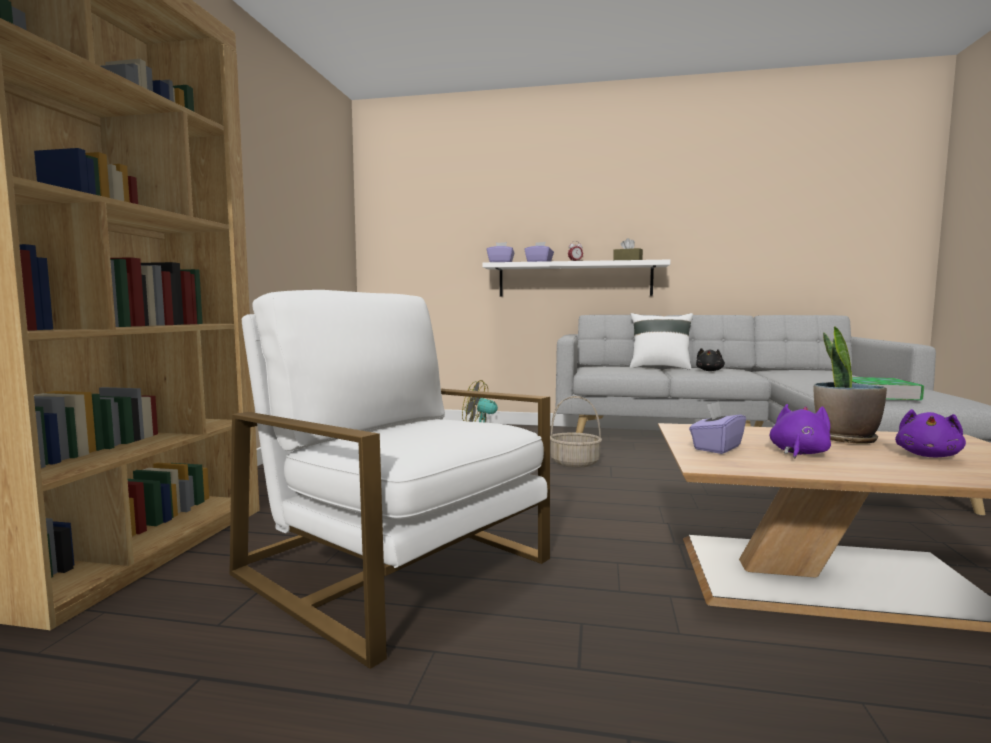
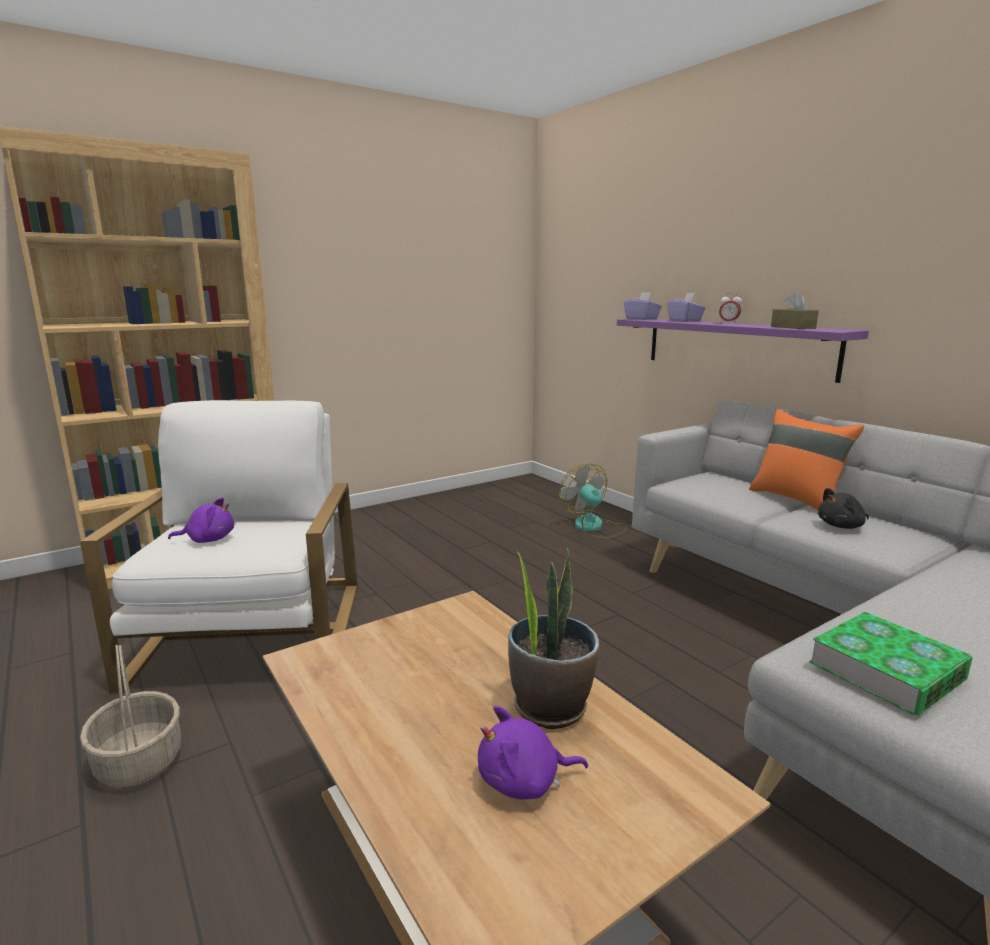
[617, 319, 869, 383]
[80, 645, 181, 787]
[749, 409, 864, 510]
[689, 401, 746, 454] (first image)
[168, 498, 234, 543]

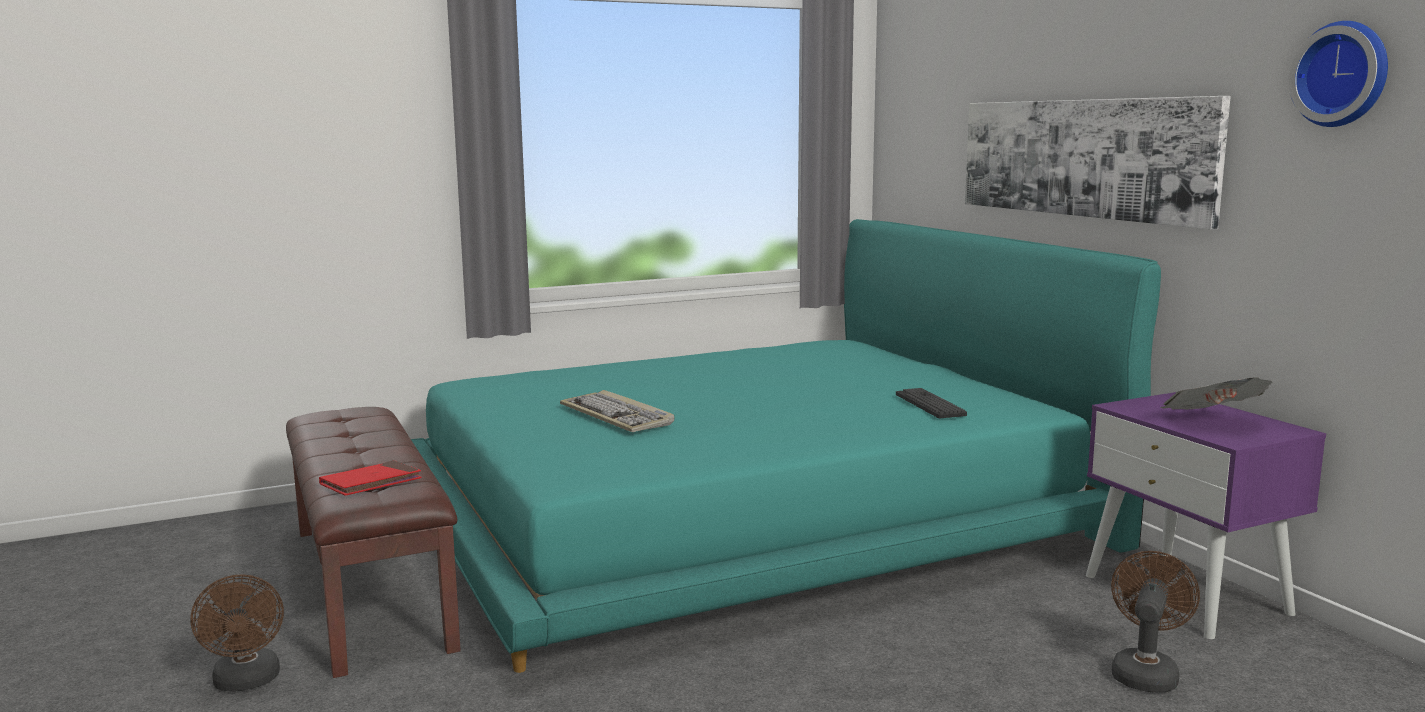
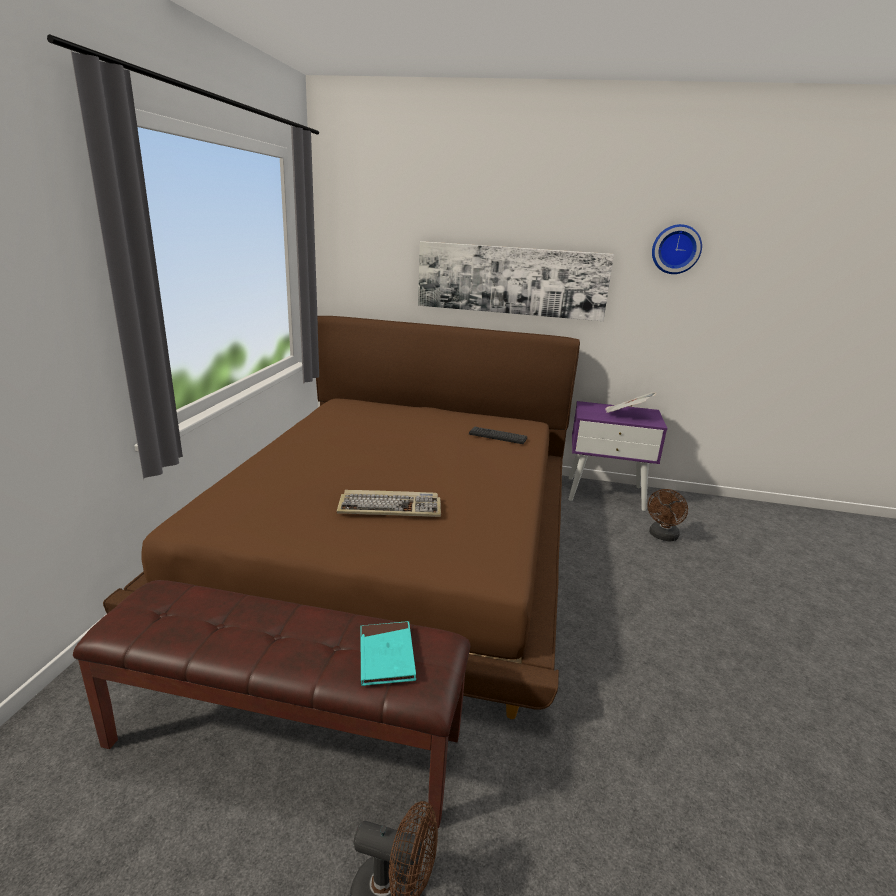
[360, 621, 416, 686]
[103, 316, 580, 719]
[647, 489, 688, 541]

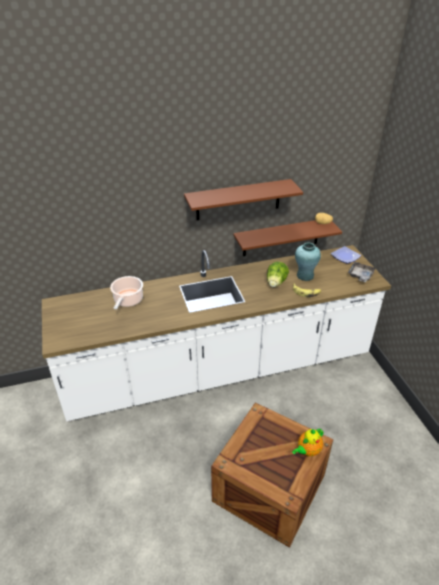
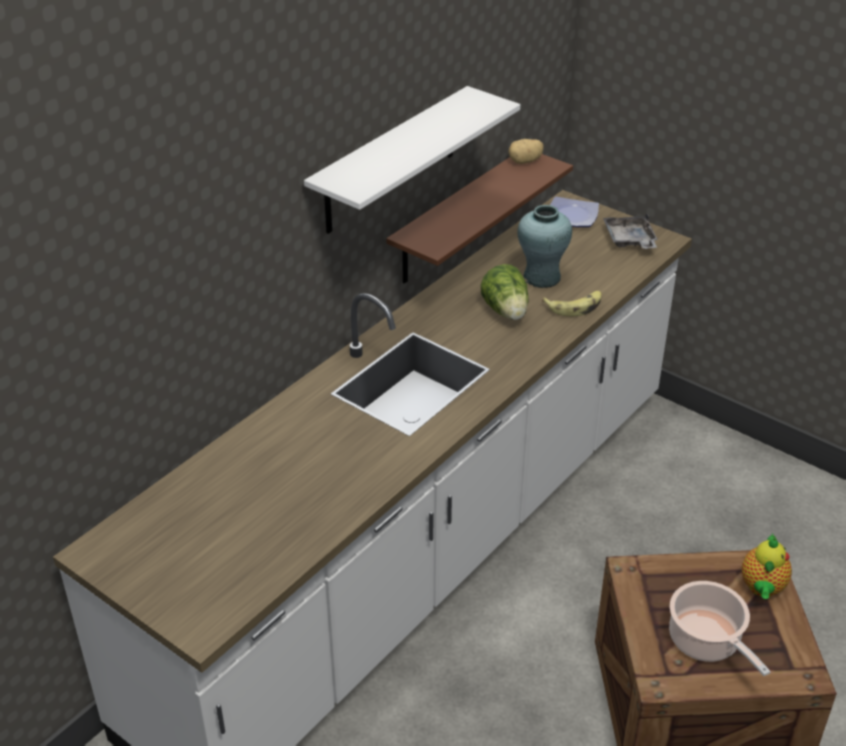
[669, 581, 770, 676]
[304, 86, 520, 234]

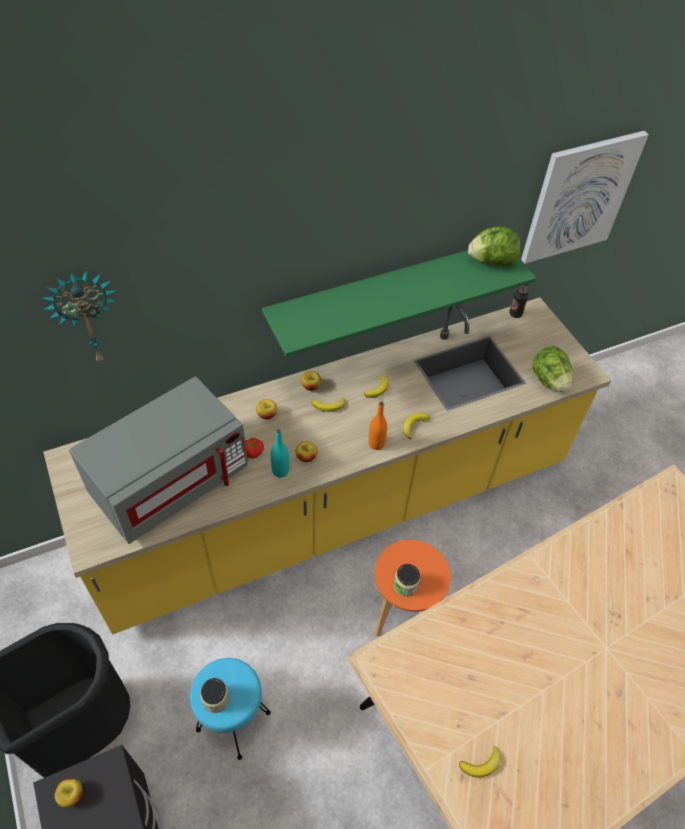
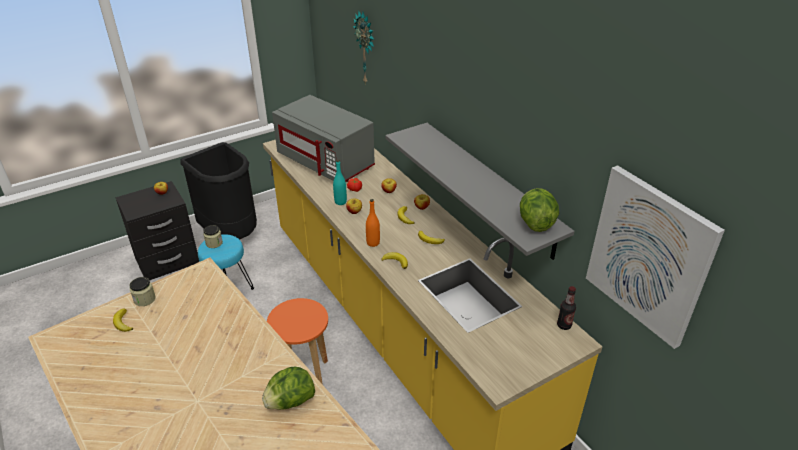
[385, 123, 575, 260]
[130, 277, 156, 306]
[262, 367, 315, 410]

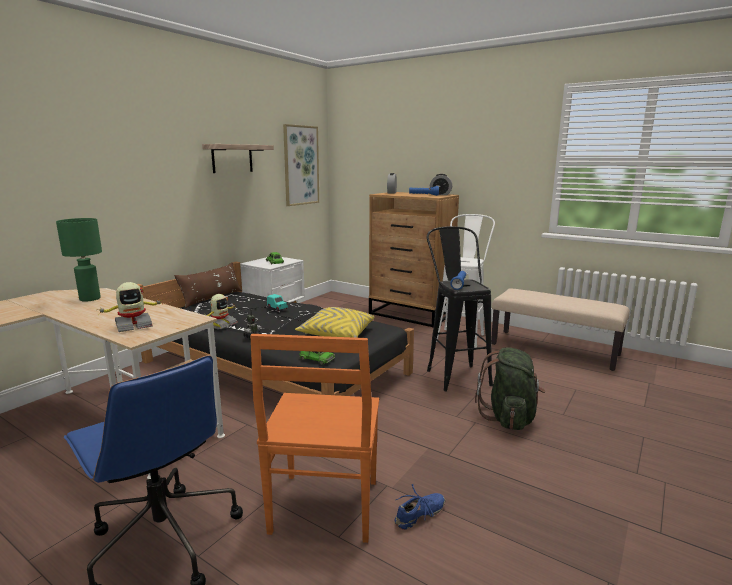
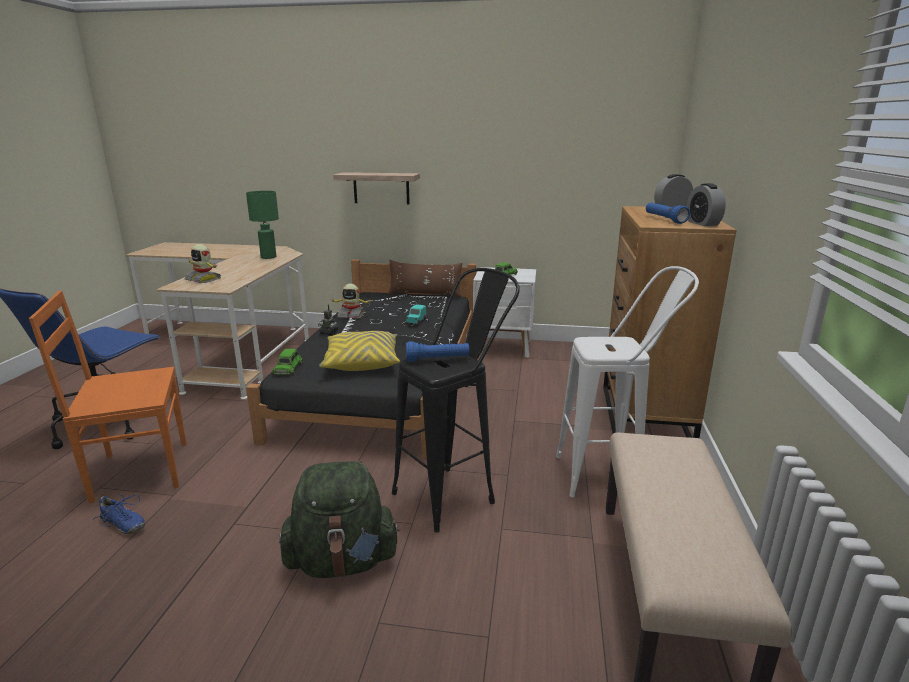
[333, 172, 420, 204]
[283, 124, 319, 206] (first image)

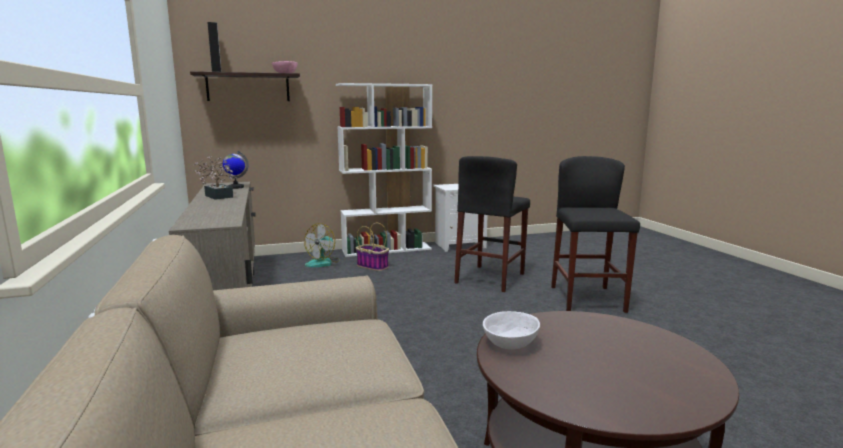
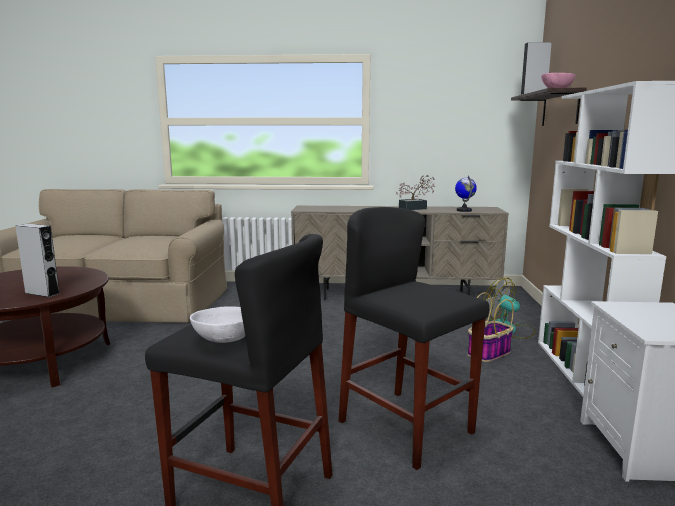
[190, 306, 245, 343]
[15, 224, 60, 297]

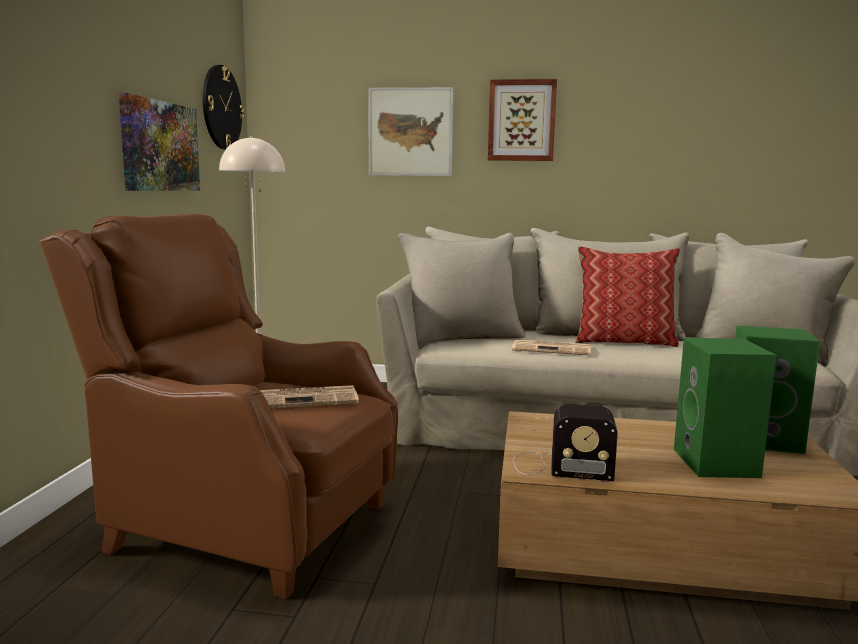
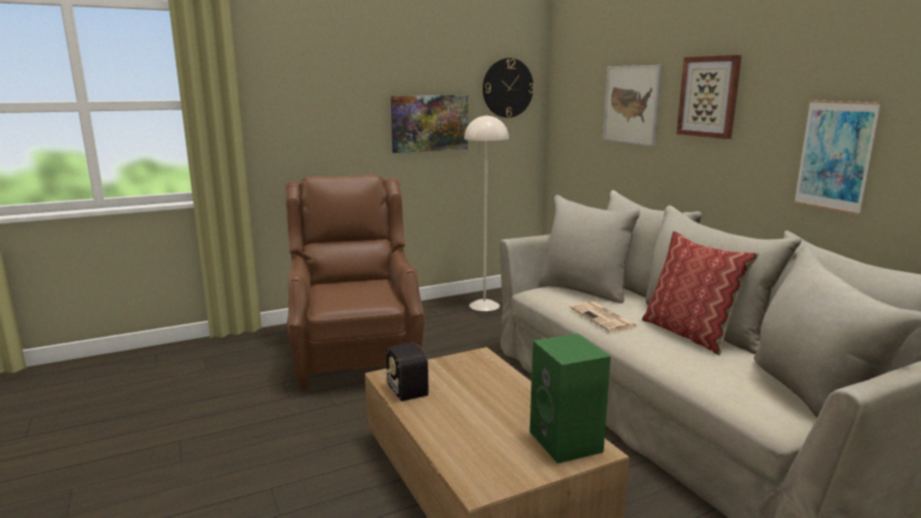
[260, 385, 359, 408] (first image)
[674, 338, 777, 478] (first image)
[794, 100, 881, 215]

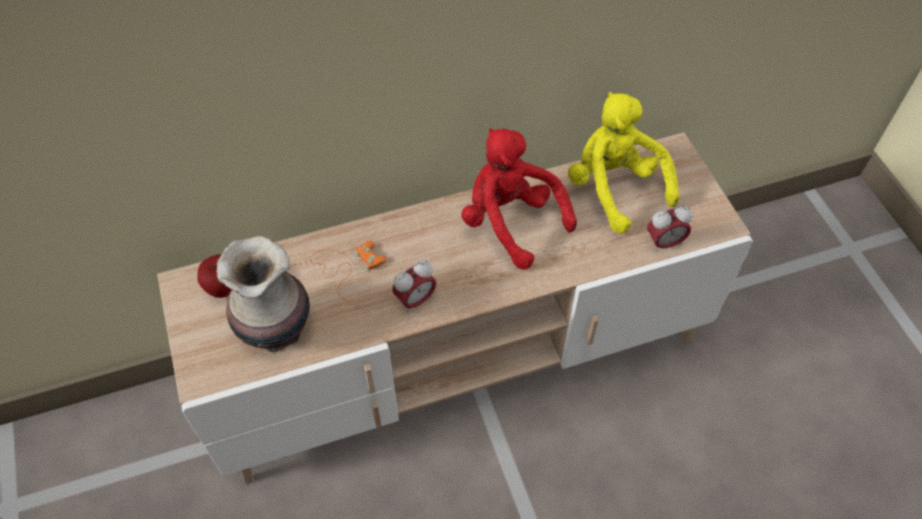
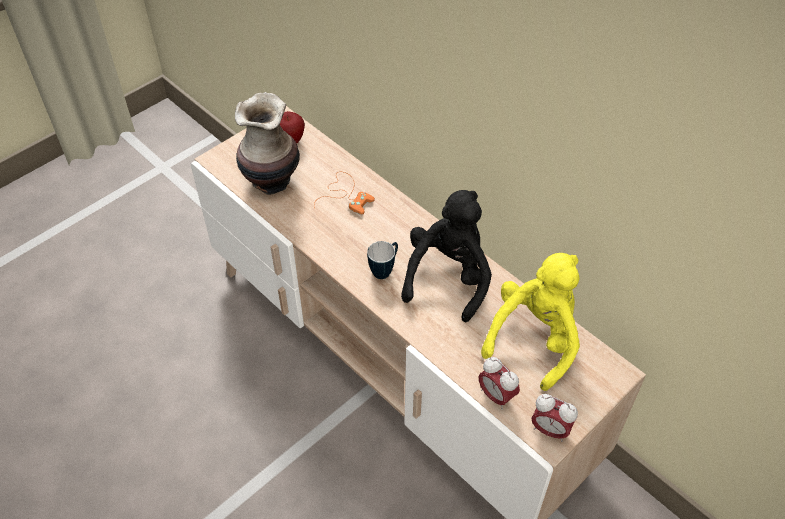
[531, 394, 578, 442]
[401, 190, 492, 322]
[367, 241, 398, 279]

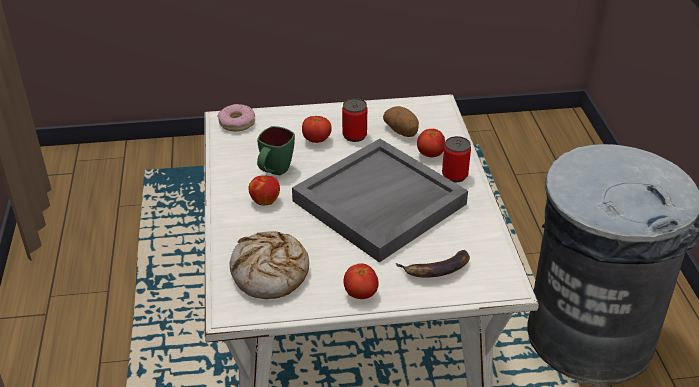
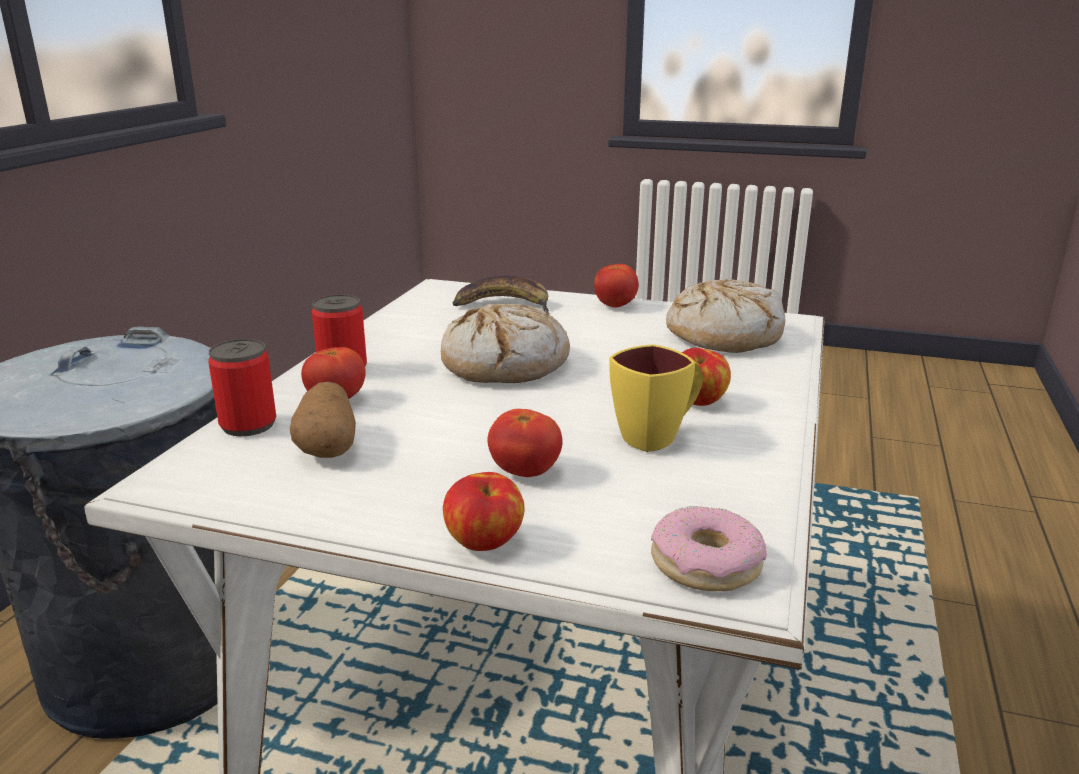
[609, 344, 703, 452]
[441, 303, 570, 383]
[208, 339, 276, 436]
[443, 472, 525, 551]

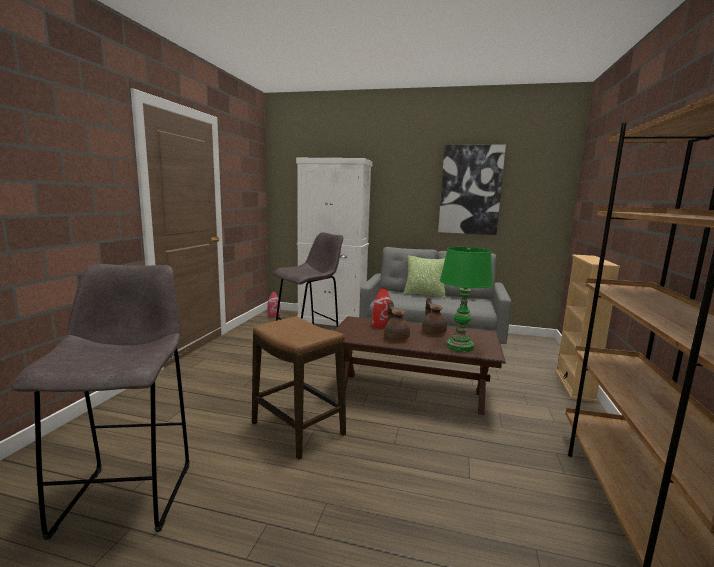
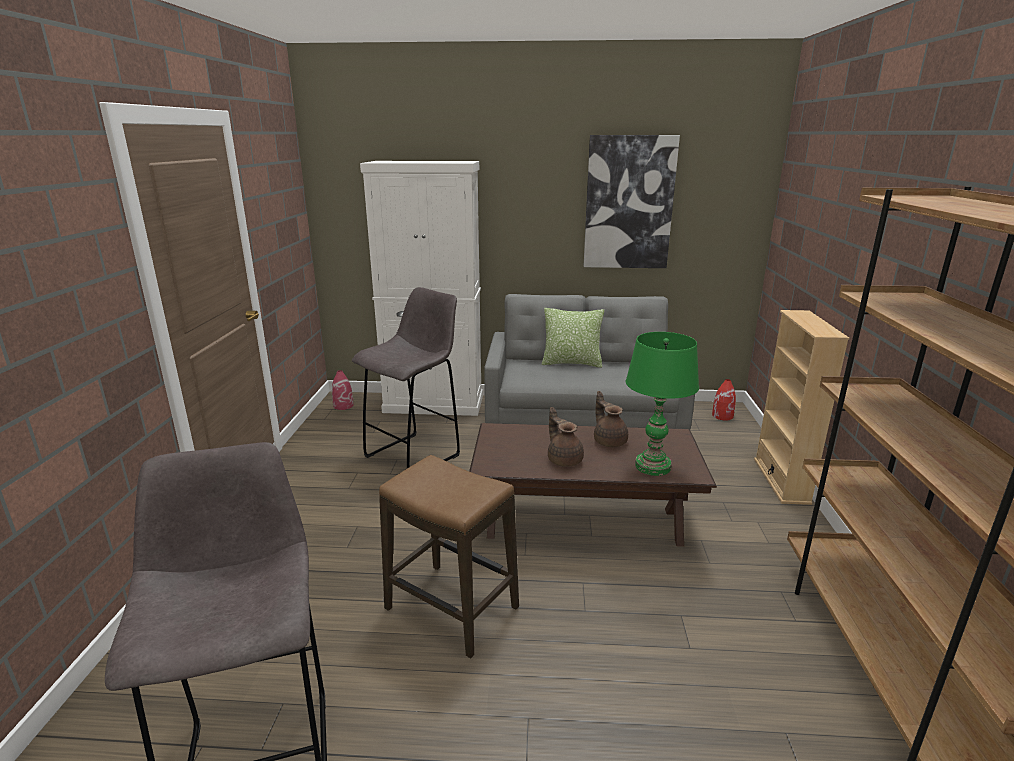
[712, 379, 736, 420]

